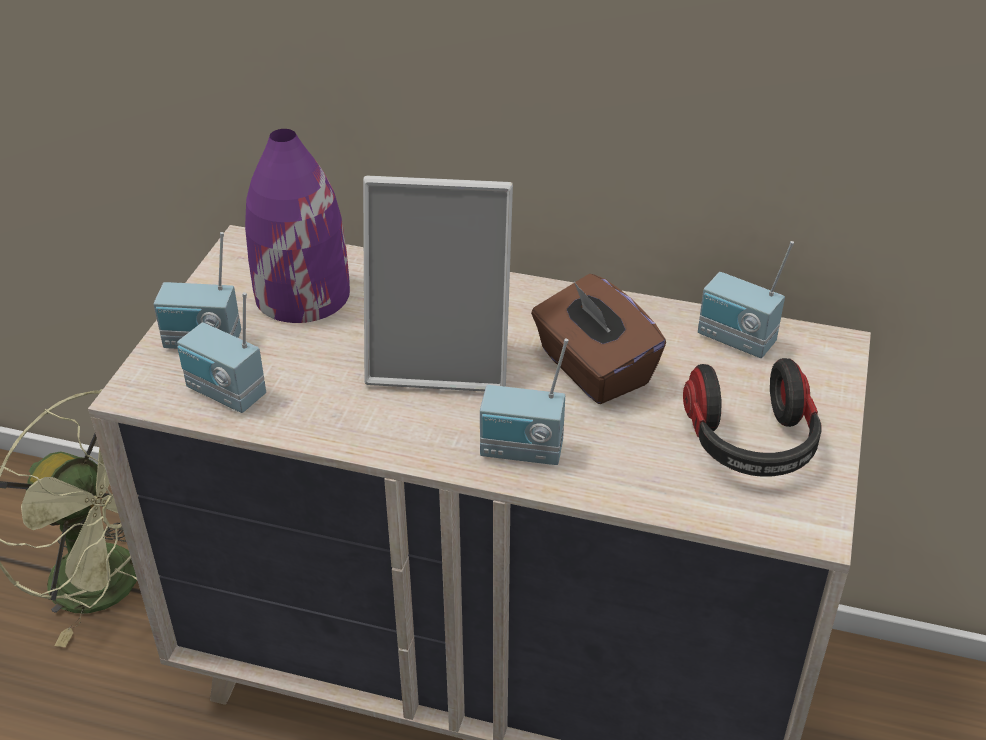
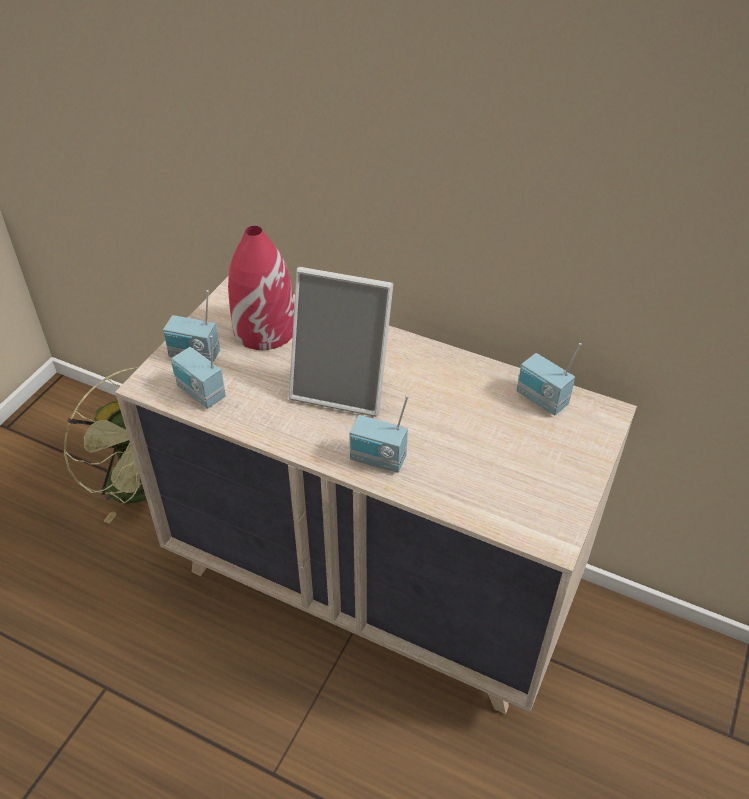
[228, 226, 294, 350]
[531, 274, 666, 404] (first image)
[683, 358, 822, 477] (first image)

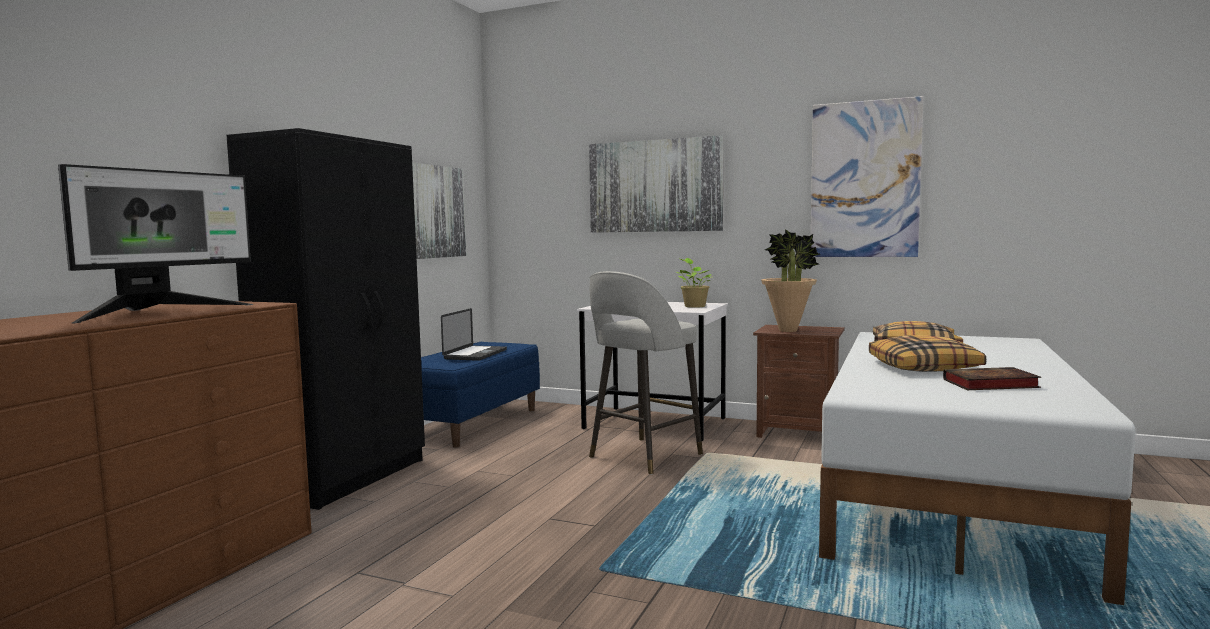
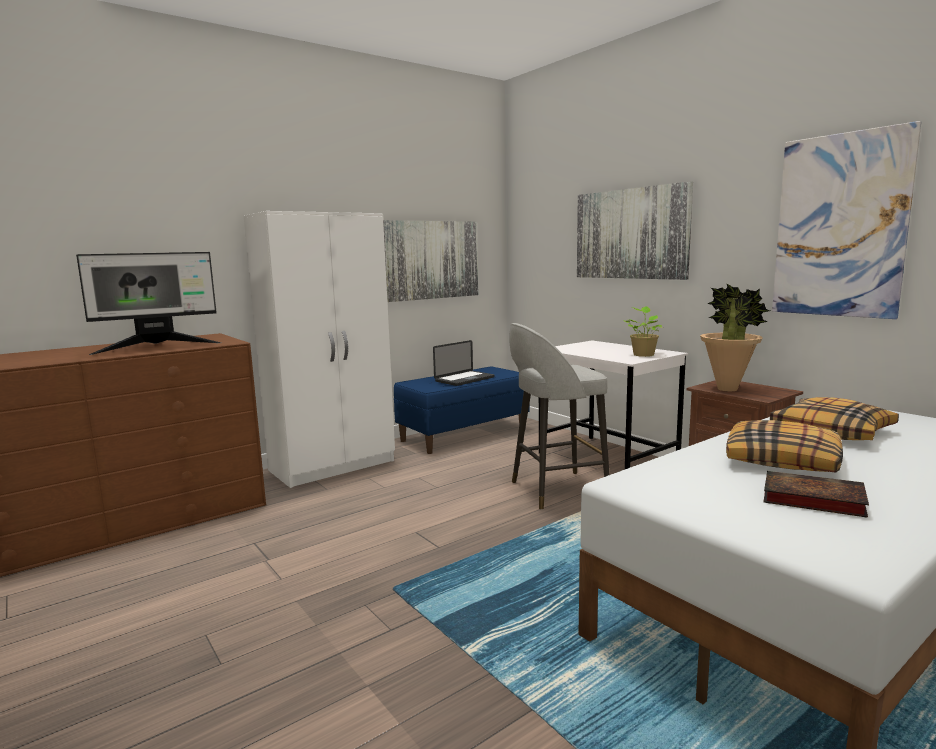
[244, 211, 395, 488]

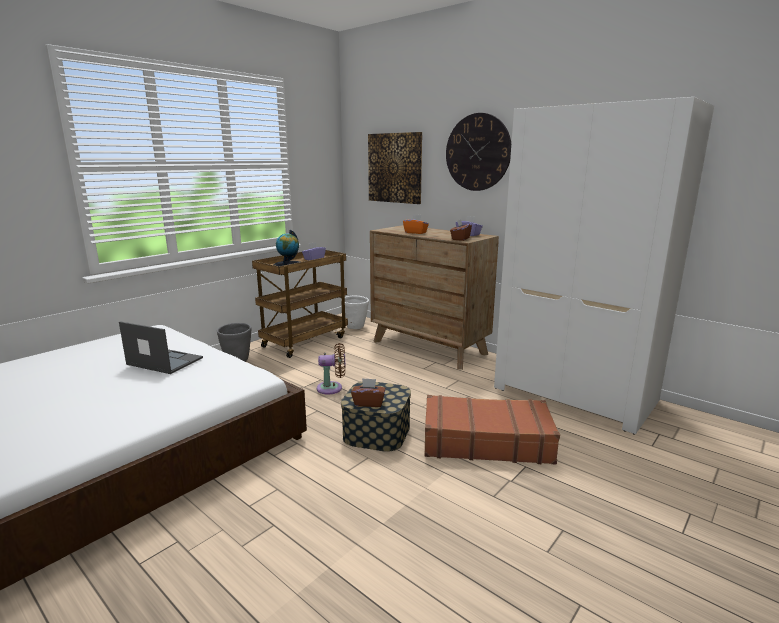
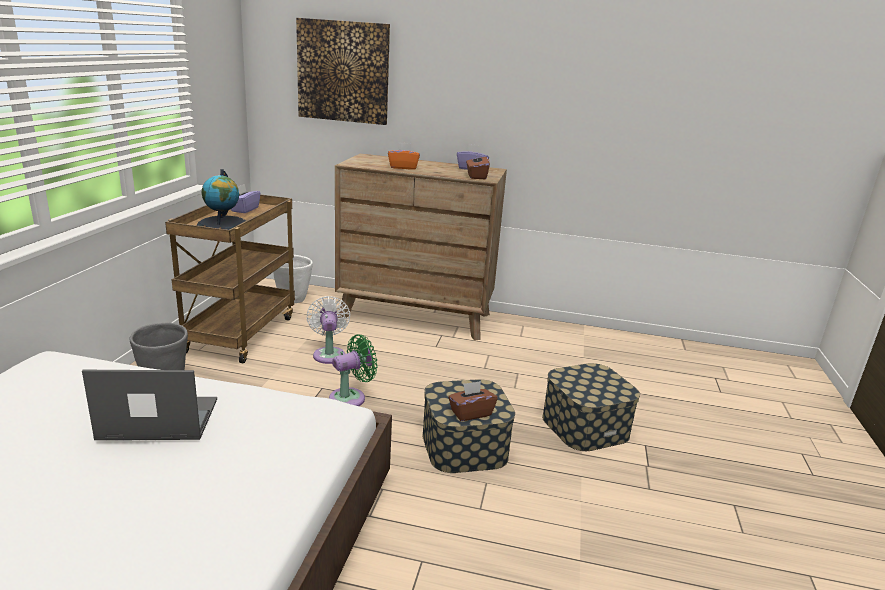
[329, 334, 378, 406]
[542, 363, 640, 451]
[446, 113, 511, 191] (first image)
[494, 97, 714, 435] (first image)
[307, 296, 350, 364]

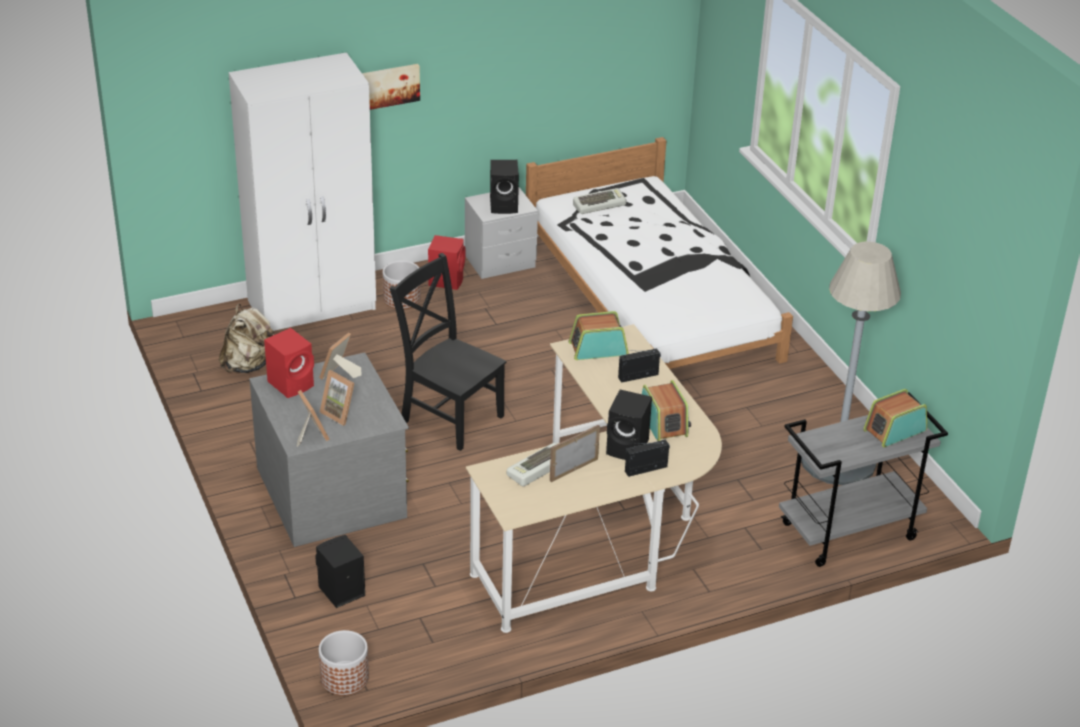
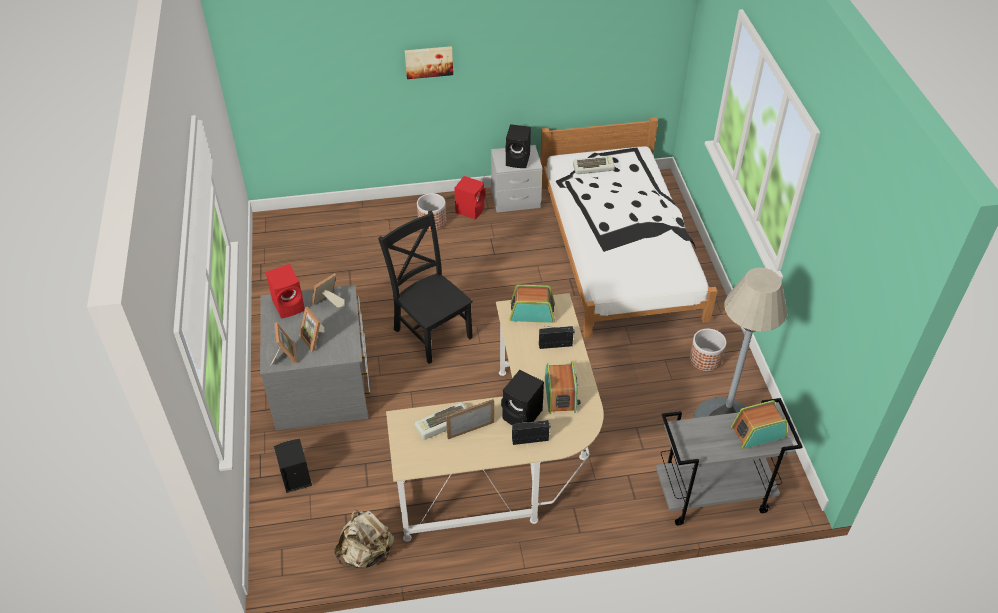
[334, 510, 394, 568]
[229, 52, 376, 331] (first image)
[689, 329, 726, 372]

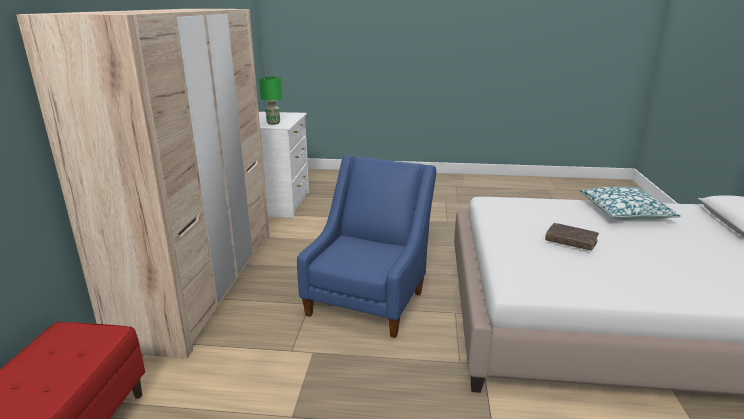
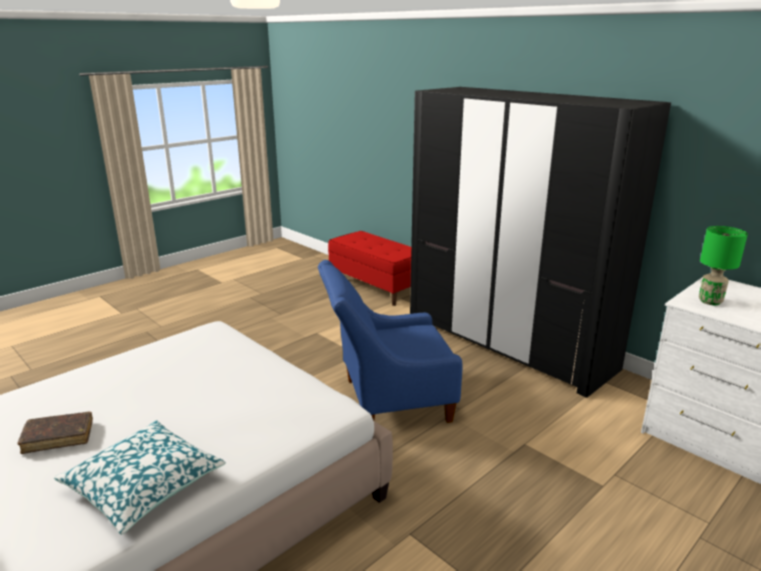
[410, 87, 671, 398]
[318, 260, 463, 423]
[18, 412, 93, 454]

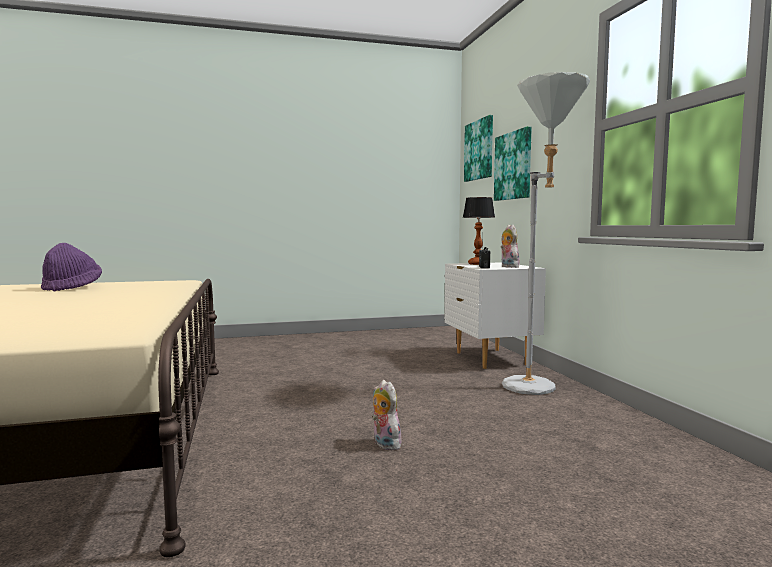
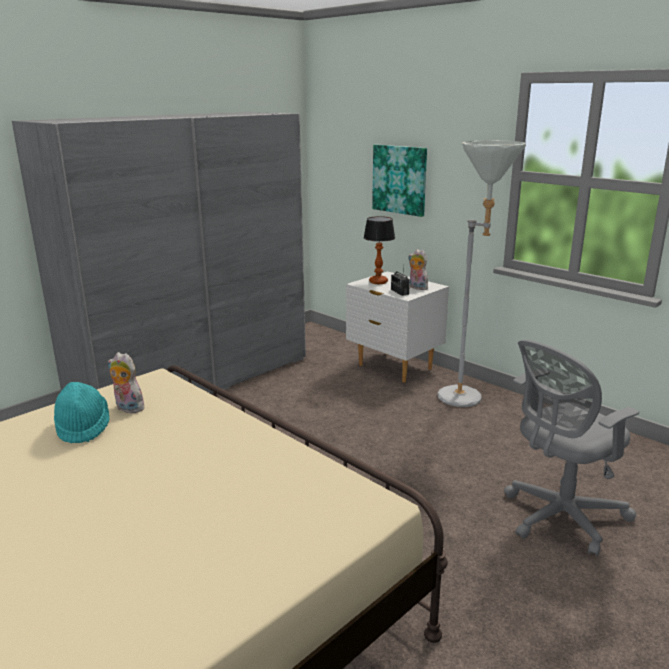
[54, 382, 109, 443]
[108, 352, 144, 413]
[464, 115, 493, 182] (first image)
[12, 112, 306, 394]
[504, 340, 639, 557]

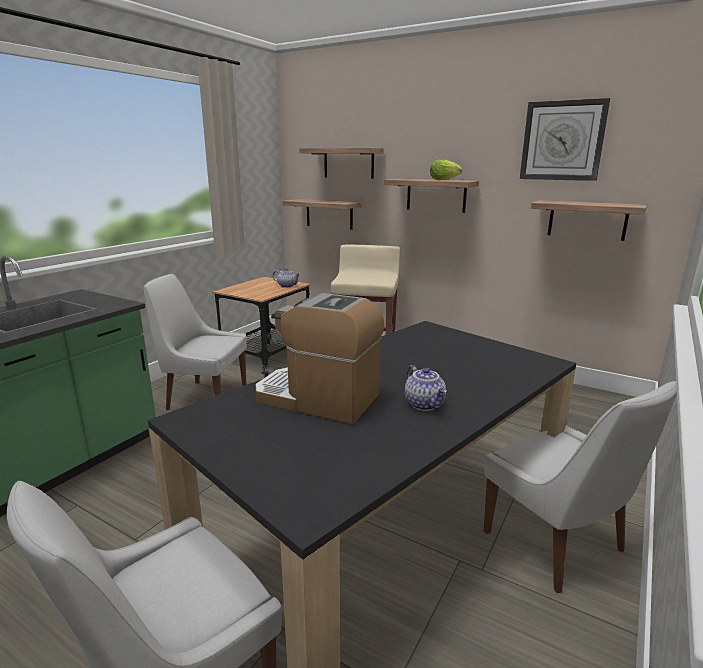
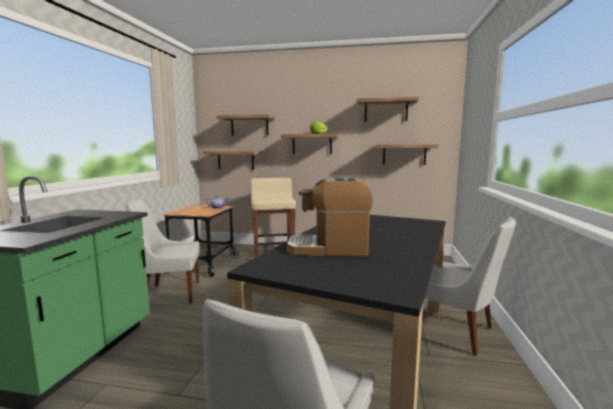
[405, 365, 447, 411] (first image)
[357, 97, 419, 122]

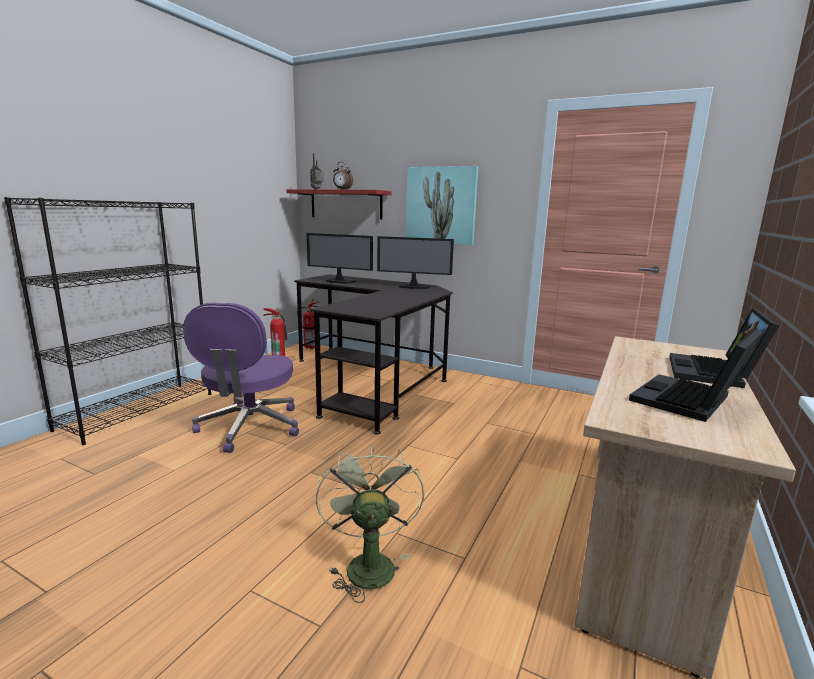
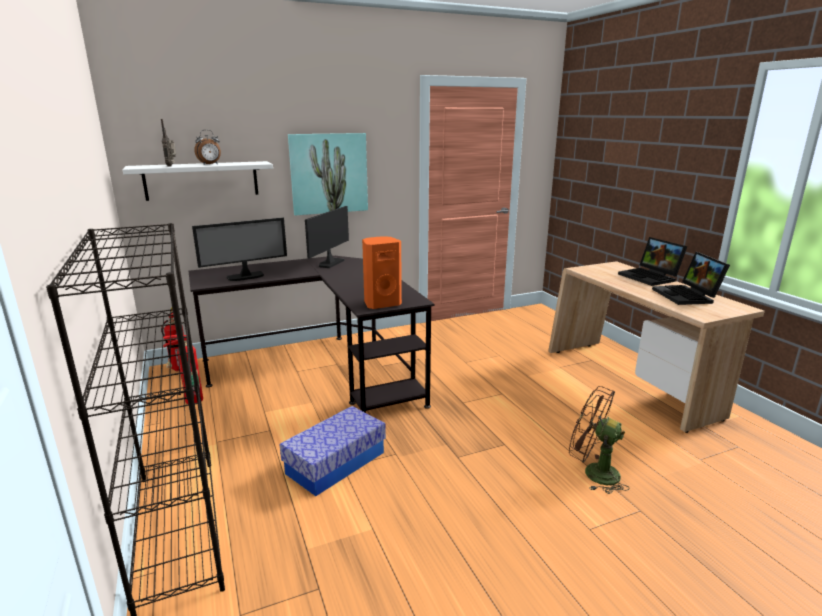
[280, 406, 386, 496]
[122, 161, 273, 201]
[569, 386, 630, 494]
[305, 206, 349, 268]
[362, 236, 402, 309]

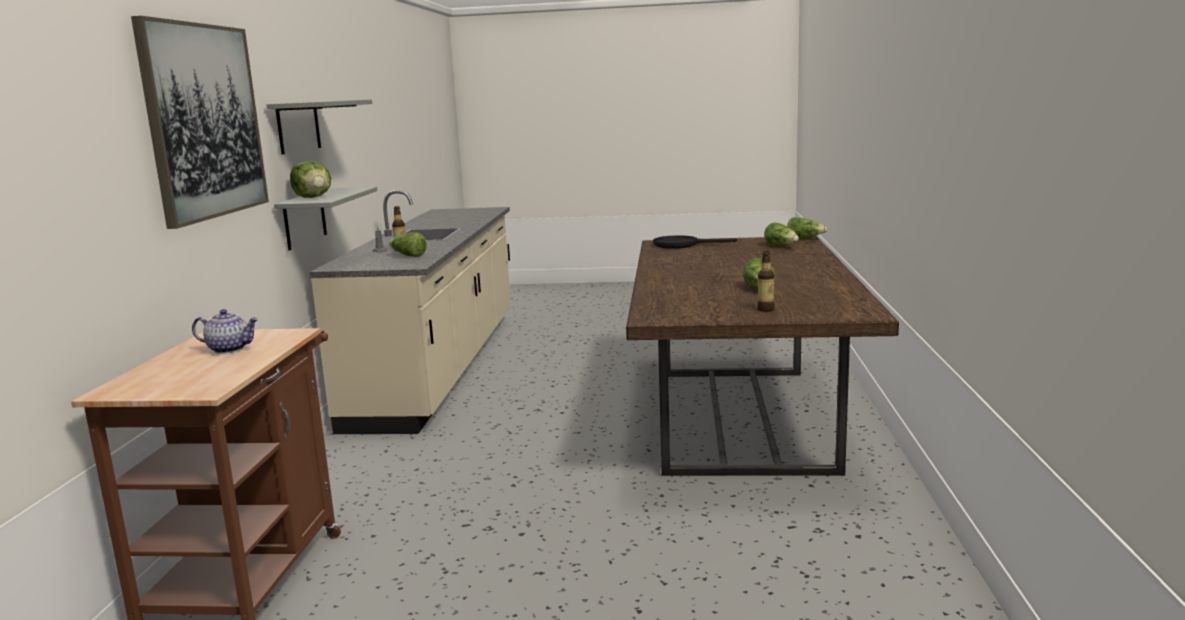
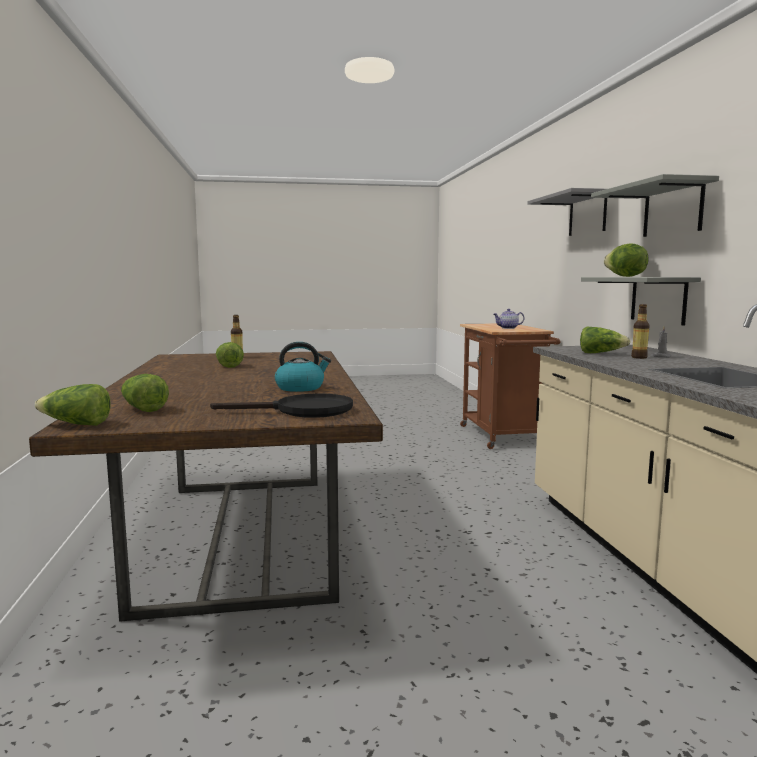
[528, 188, 607, 236]
[275, 342, 331, 392]

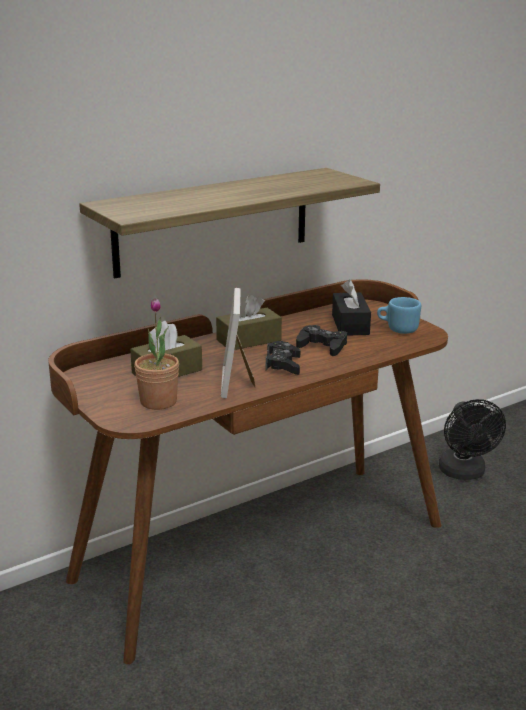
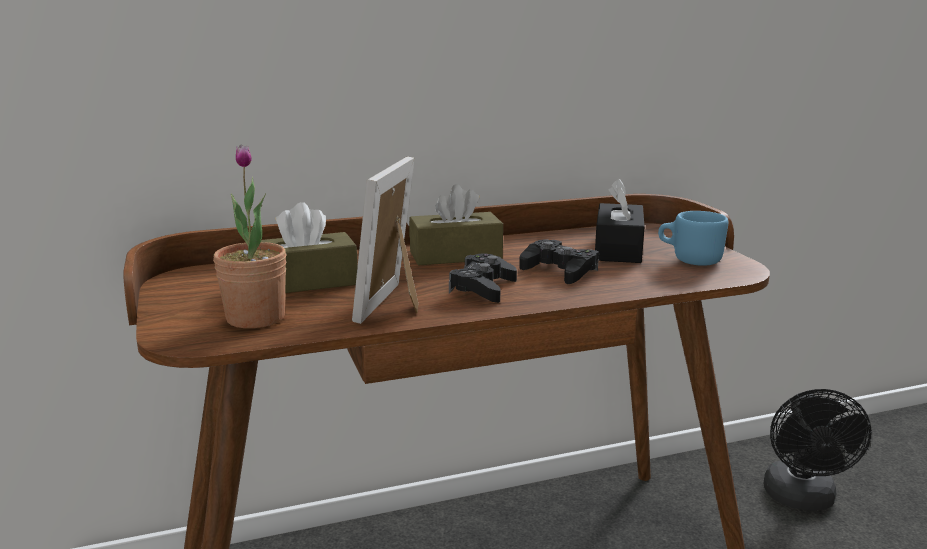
[79, 168, 380, 278] (first image)

